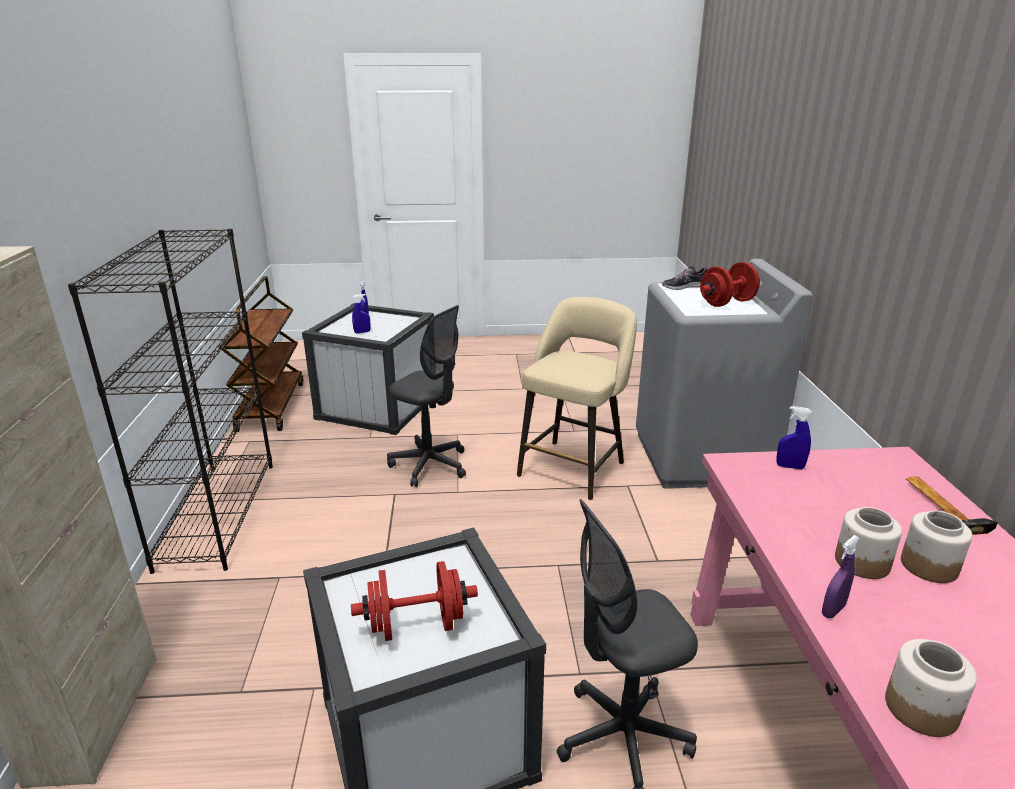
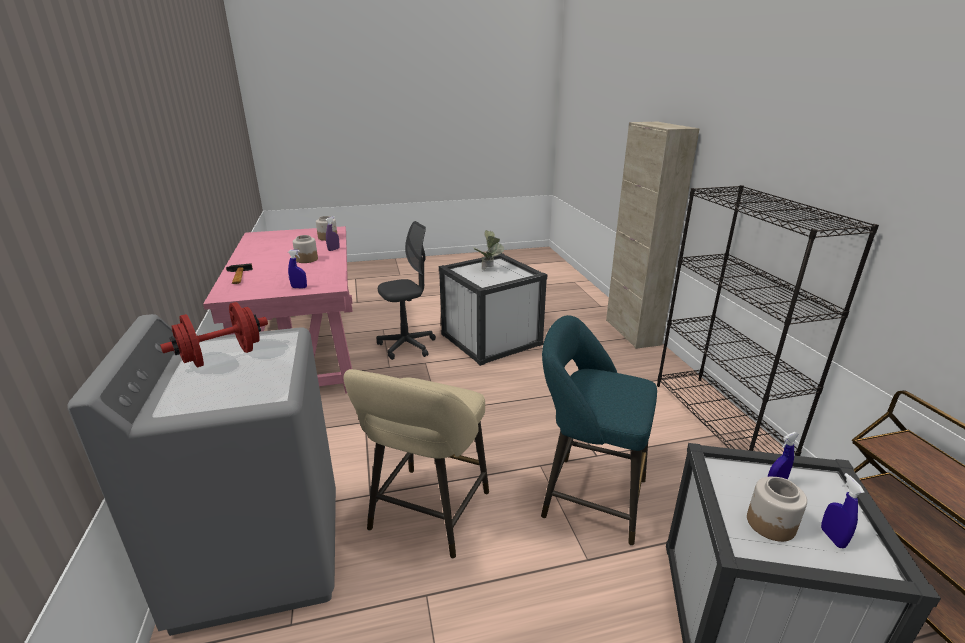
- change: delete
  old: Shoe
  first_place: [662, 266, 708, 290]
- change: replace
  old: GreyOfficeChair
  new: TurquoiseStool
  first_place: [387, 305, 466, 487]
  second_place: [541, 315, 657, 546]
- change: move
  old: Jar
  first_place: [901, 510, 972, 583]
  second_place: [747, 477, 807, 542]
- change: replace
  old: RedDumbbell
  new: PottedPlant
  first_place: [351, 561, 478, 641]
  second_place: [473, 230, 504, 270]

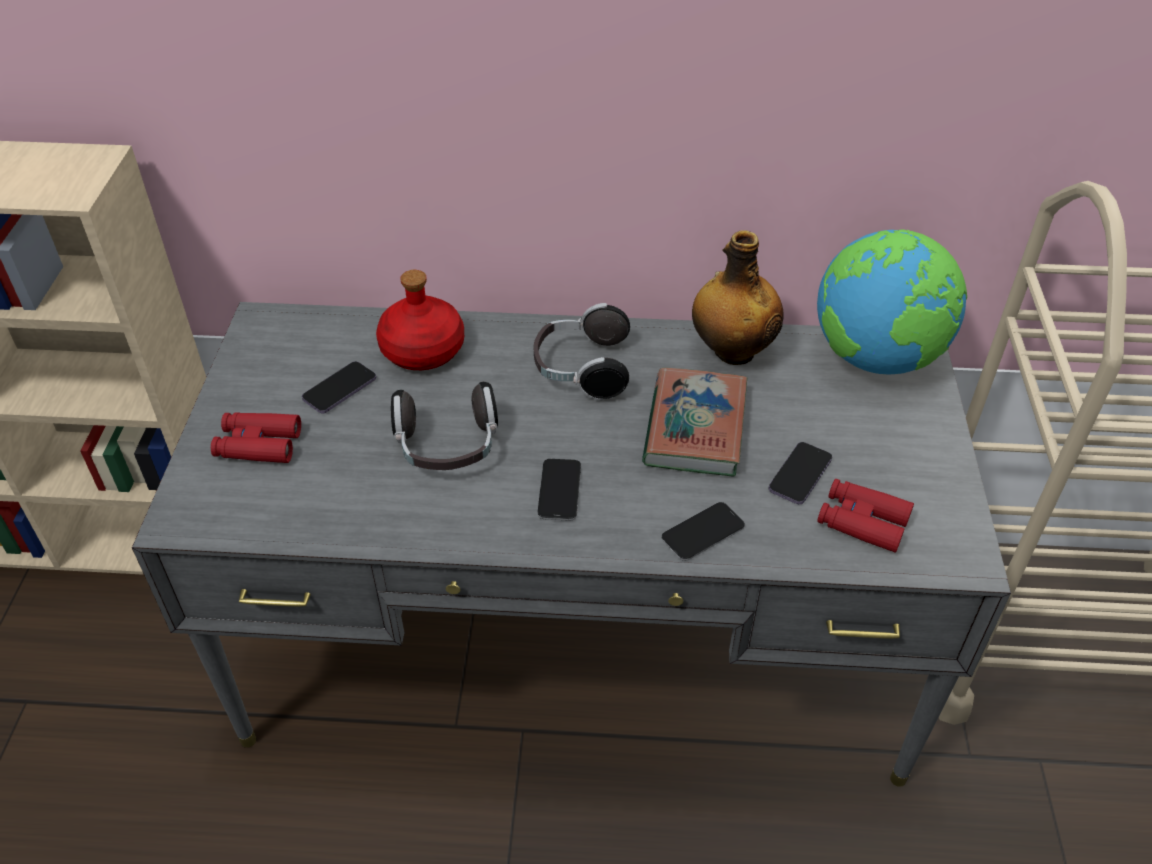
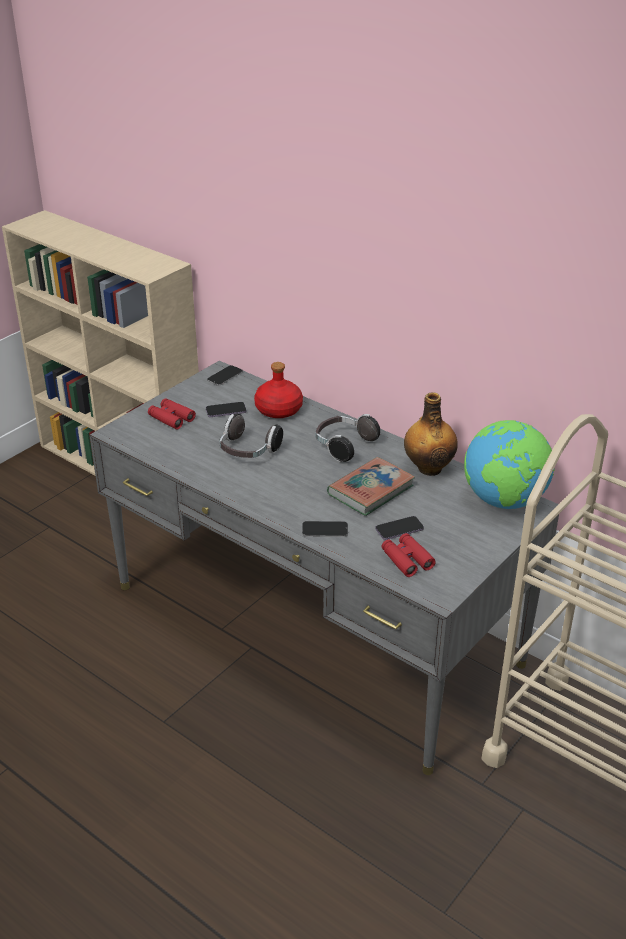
- change: move
  old: Phone
  first_place: [538, 459, 581, 521]
  second_place: [207, 365, 243, 386]

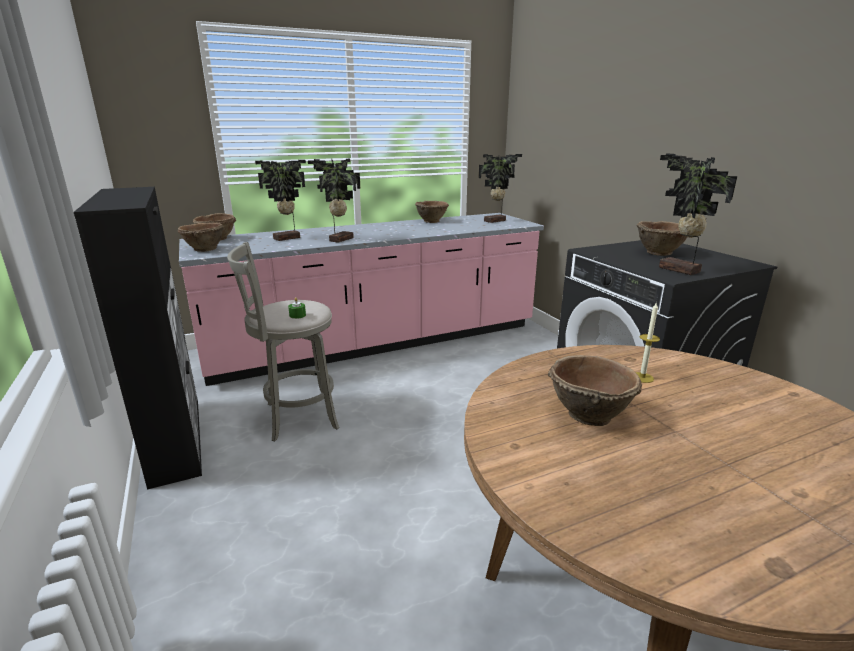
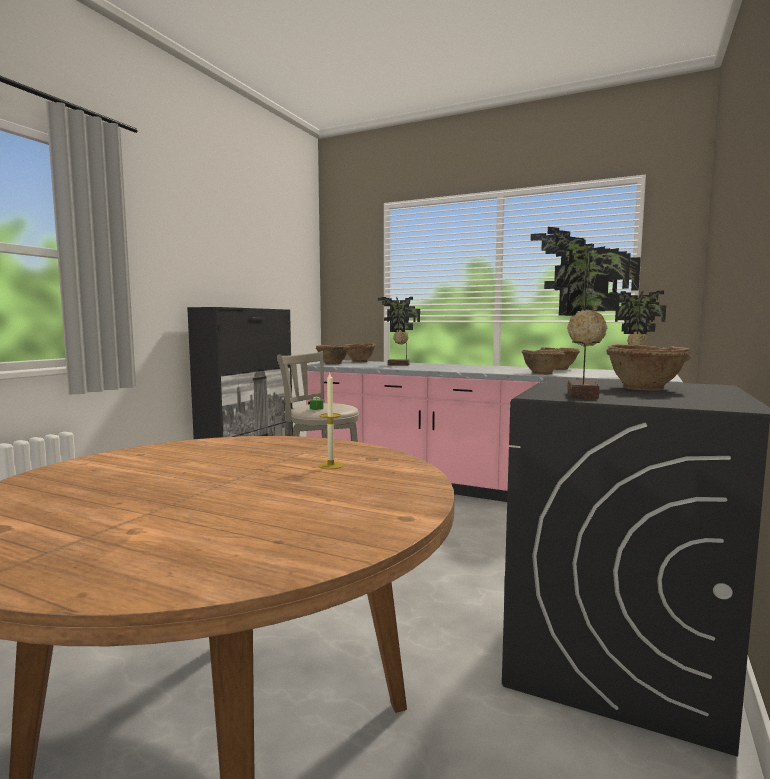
- change: delete
  old: PottedPlant
  first_place: [308, 158, 360, 243]
- change: move
  old: BrownBowl
  first_place: [548, 355, 642, 426]
  second_place: [522, 350, 565, 375]

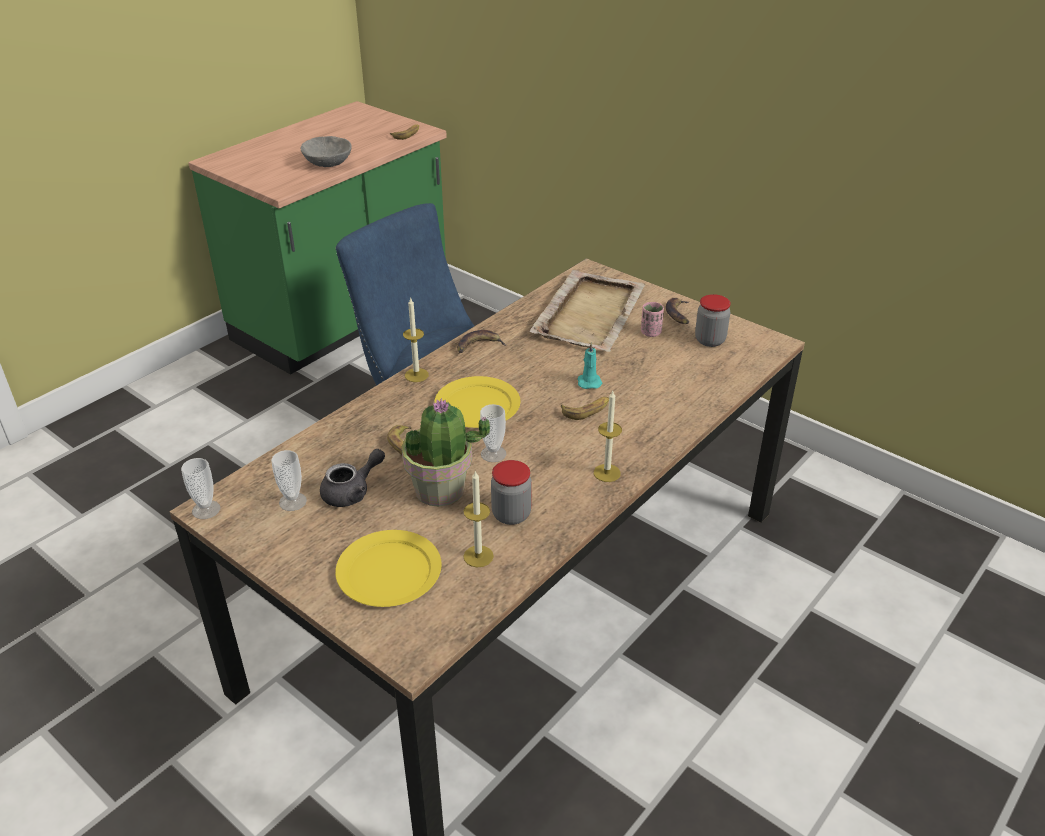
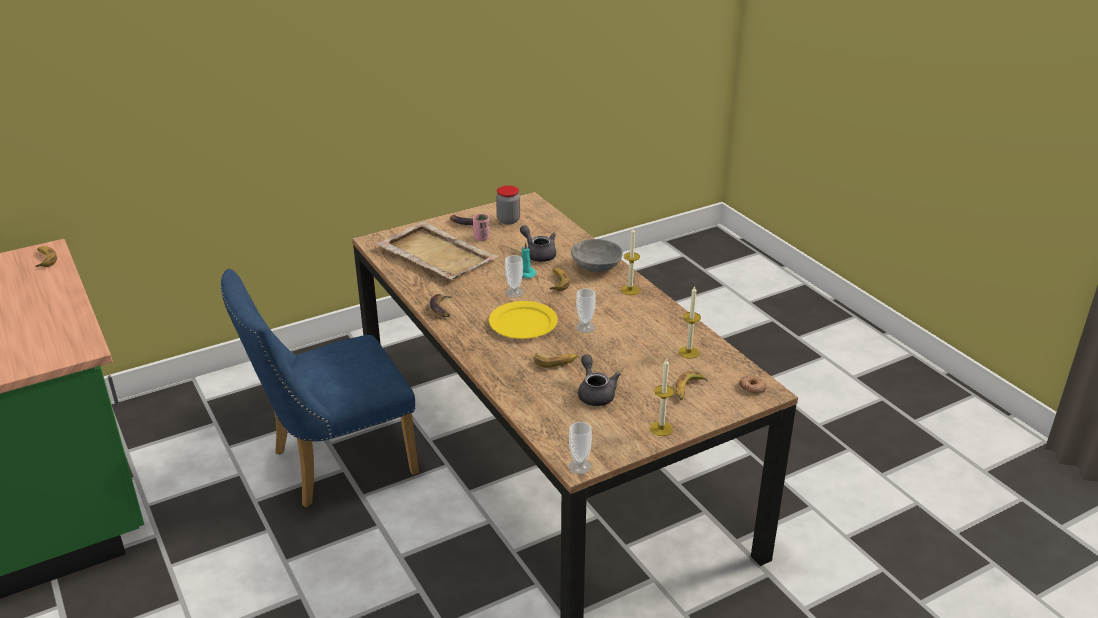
- change: move
  old: GreyBowl
  first_place: [300, 136, 352, 167]
  second_place: [571, 239, 623, 272]
- change: move
  old: Candle
  first_place: [403, 297, 429, 382]
  second_place: [650, 358, 674, 436]
- change: delete
  old: PottedPlant
  first_place: [401, 398, 490, 507]
- change: move
  old: Cup
  first_place: [271, 450, 307, 511]
  second_place: [505, 255, 524, 298]
- change: delete
  old: Jar
  first_place: [491, 460, 532, 525]
- change: replace
  old: YellowPlate
  new: Banana
  first_place: [335, 530, 442, 607]
  second_place: [676, 371, 708, 400]
- change: insert
  new: GreyTeapot
  second_place: [520, 225, 556, 262]
- change: insert
  new: Donut
  second_place: [739, 375, 767, 395]

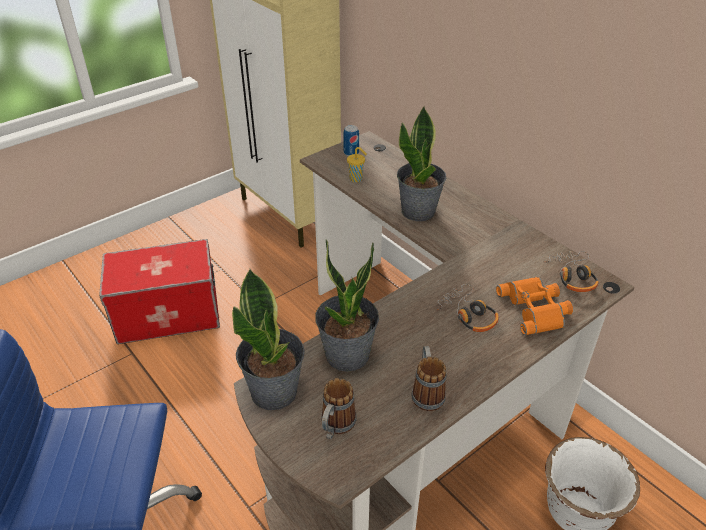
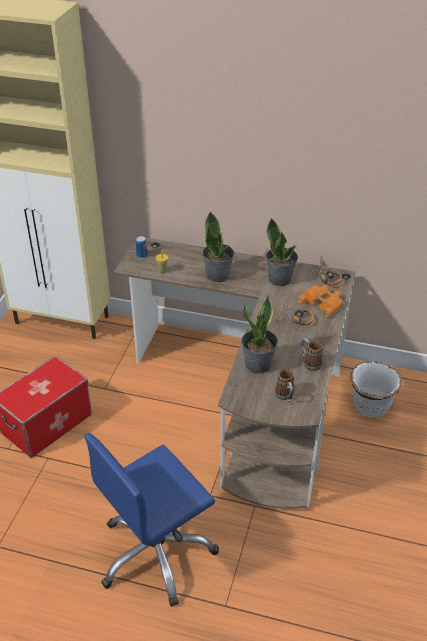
- change: move
  old: PottedPlant
  first_place: [232, 269, 305, 410]
  second_place: [266, 218, 298, 287]

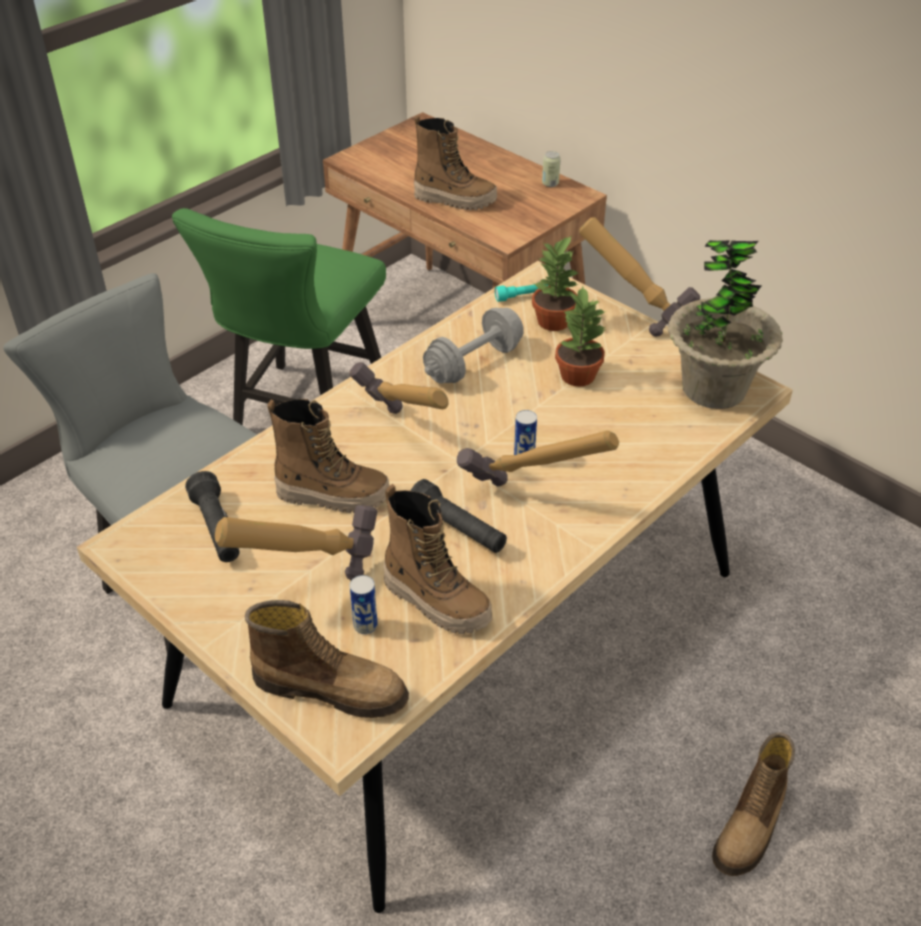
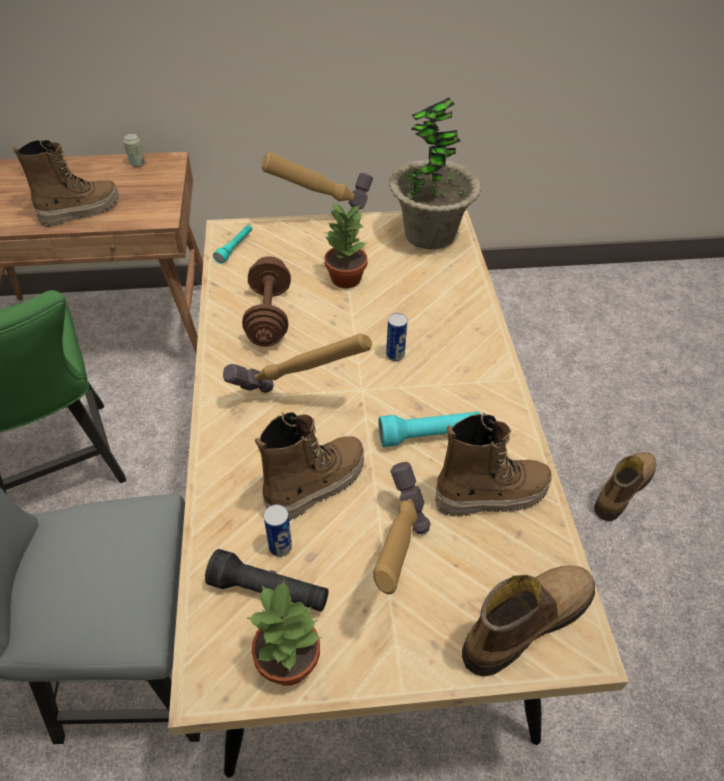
- change: move
  old: PottedPlant
  first_place: [532, 235, 578, 331]
  second_place: [246, 580, 322, 686]
- change: recolor
  old: GreyDumbbell
  new: BrownDumbbell
  first_place: [423, 308, 524, 384]
  second_place: [242, 256, 291, 347]
- change: delete
  old: Hammer
  first_place: [457, 431, 619, 486]
- change: recolor
  old: BlackFlashlight
  new: TurquoiseFlashlight
  first_place: [410, 479, 507, 553]
  second_place: [378, 411, 481, 447]
- change: move
  old: Can
  first_place: [350, 575, 378, 634]
  second_place: [264, 504, 292, 557]
- change: rotate
  old: Boot
  first_place: [712, 732, 795, 876]
  second_place: [594, 452, 657, 521]
  degrees: -120

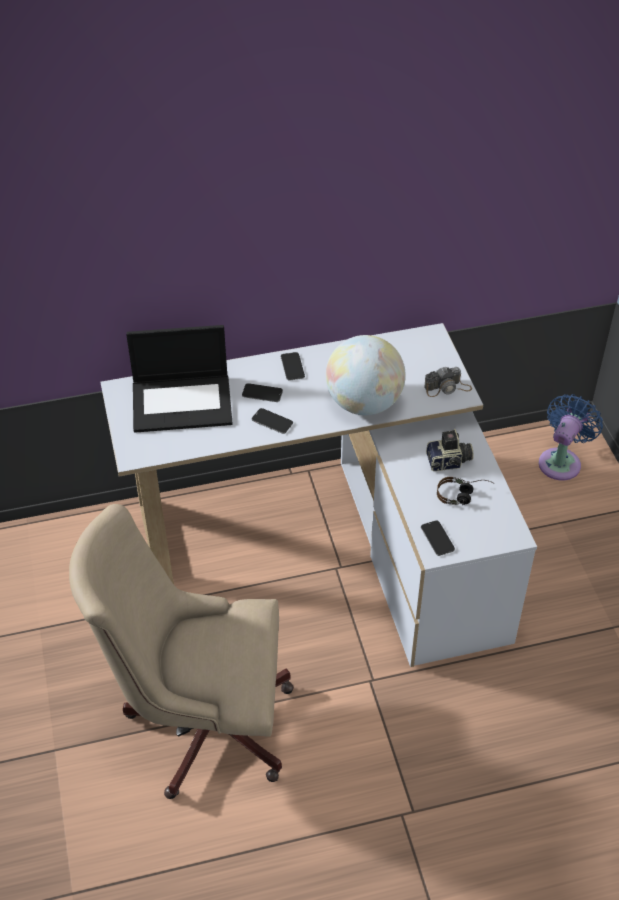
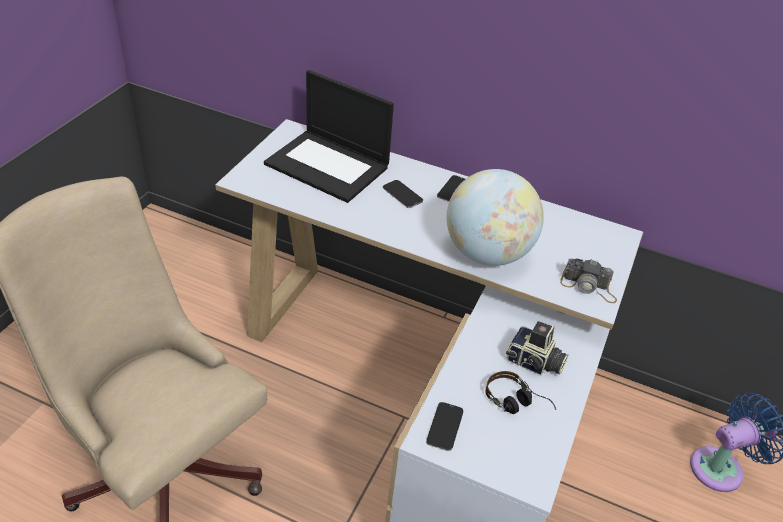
- change: delete
  old: Phone
  first_place: [252, 408, 293, 434]

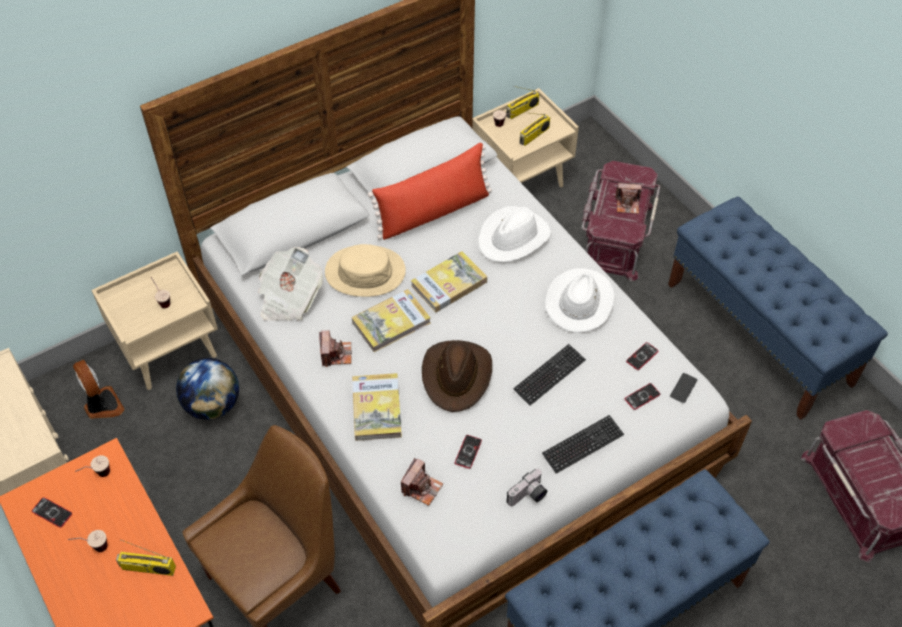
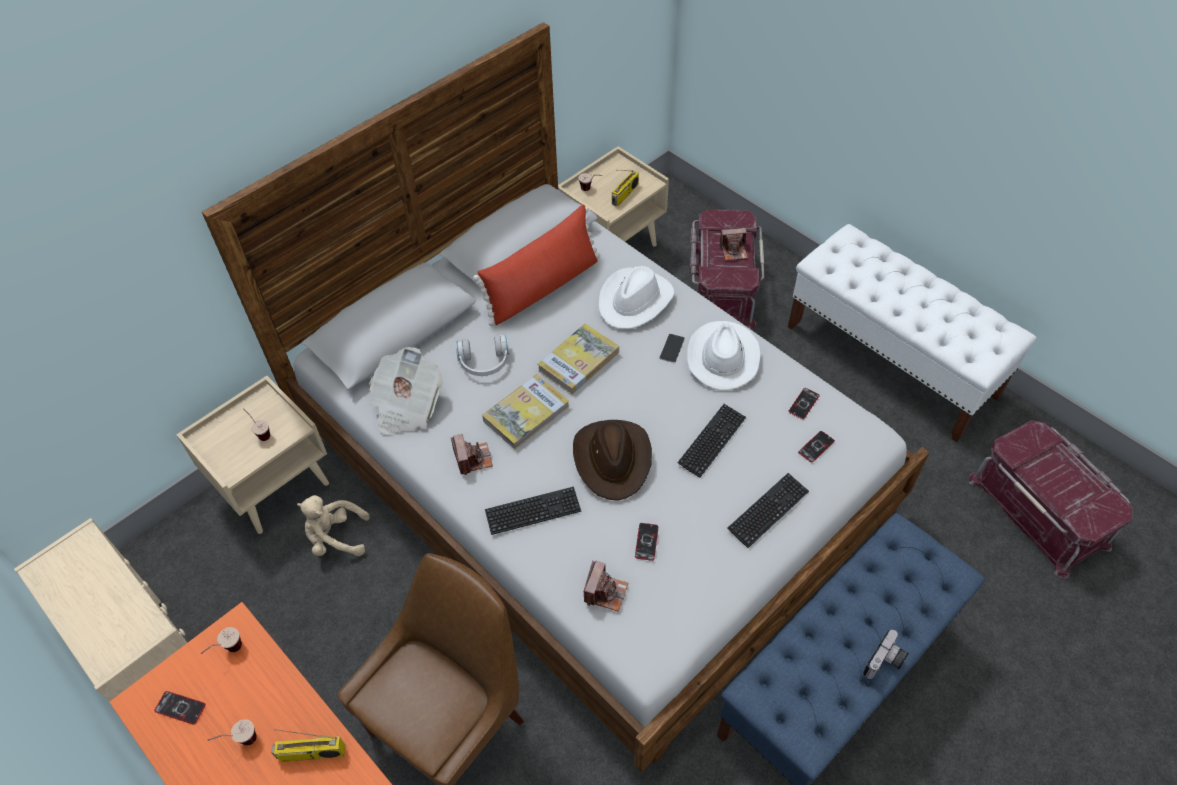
- change: delete
  old: Radio
  first_place: [506, 86, 539, 119]
- change: recolor
  old: BlueBench
  new: WhiteBench
  first_place: [668, 196, 888, 420]
  second_place: [788, 224, 1037, 442]
- change: replace
  old: BeigeHat
  new: WhiteHeadphones
  first_place: [325, 244, 406, 297]
  second_place: [455, 335, 509, 376]
- change: replace
  old: Globe
  new: BeigePlushToy
  first_place: [176, 358, 239, 420]
  second_place: [297, 495, 370, 556]
- change: delete
  old: Fan
  first_place: [73, 359, 125, 419]
- change: replace
  old: Book
  new: Keyboard
  first_place: [352, 373, 402, 441]
  second_place: [485, 487, 581, 535]
- change: move
  old: Phone
  first_place: [670, 373, 698, 404]
  second_place: [659, 334, 685, 363]
- change: move
  old: PhotoCamera
  first_place: [507, 469, 547, 506]
  second_place: [863, 630, 908, 679]

